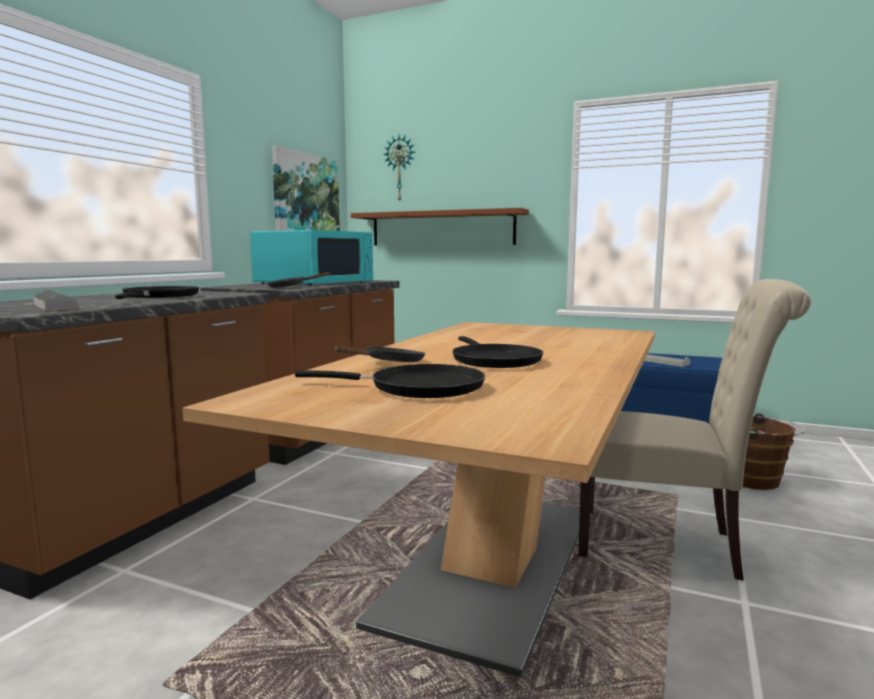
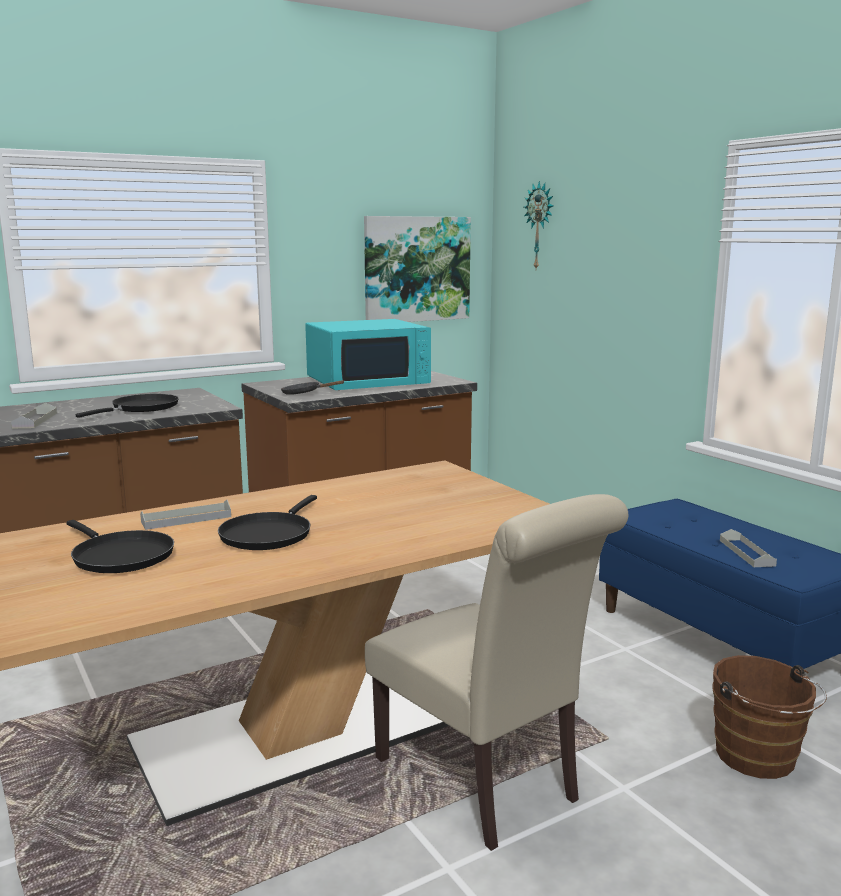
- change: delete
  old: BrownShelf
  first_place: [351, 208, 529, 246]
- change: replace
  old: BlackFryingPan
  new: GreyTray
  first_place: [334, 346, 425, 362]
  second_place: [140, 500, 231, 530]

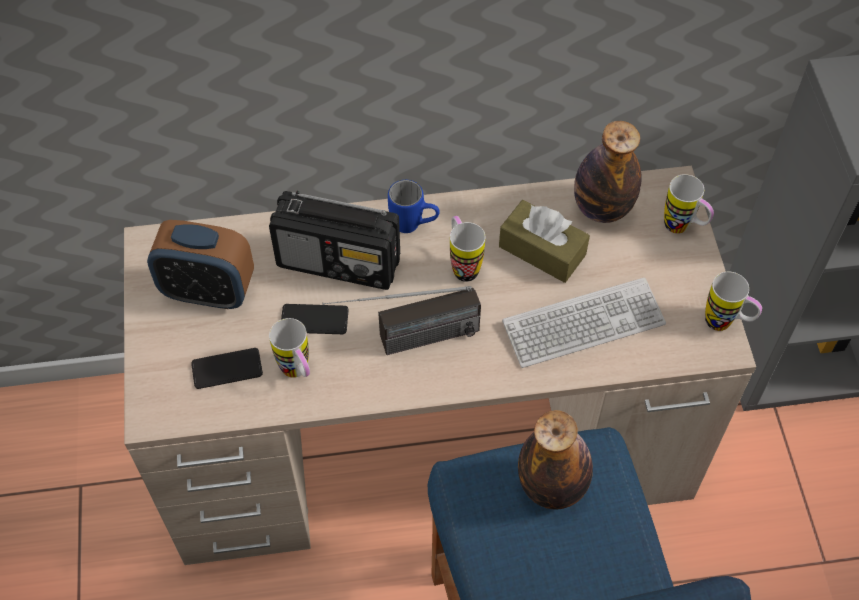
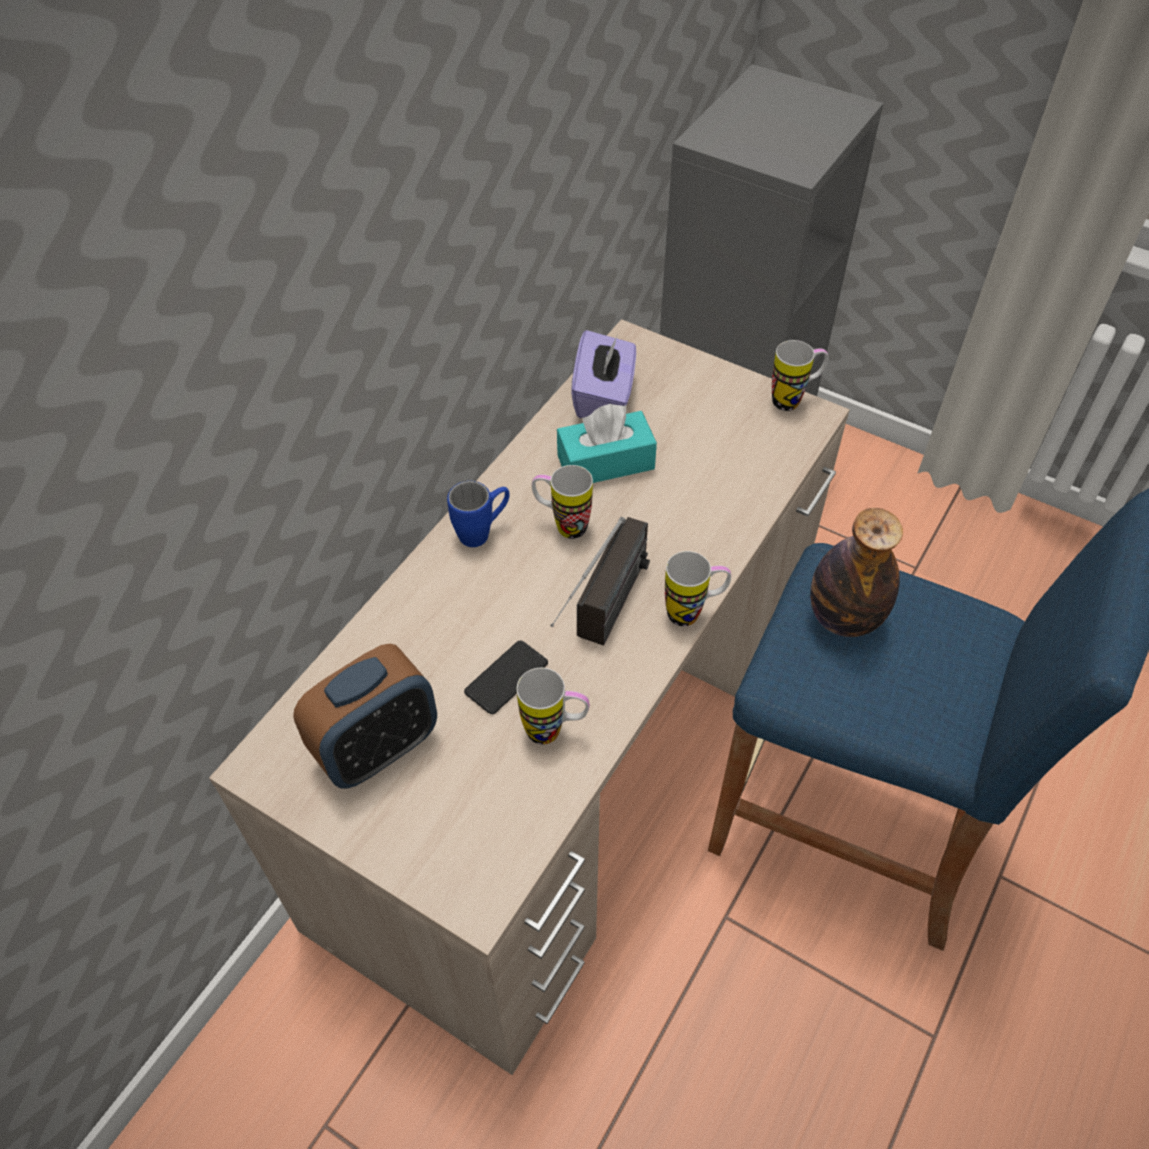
- change: replace
  old: Bottle
  new: PurpleTissueBox
  first_place: [574, 121, 642, 223]
  second_place: [571, 330, 636, 418]
- change: move
  old: Mug
  first_place: [664, 174, 714, 234]
  second_place: [665, 551, 731, 626]
- change: delete
  old: Radio
  first_place: [269, 191, 400, 290]
- change: recolor
  old: BrownTissueBox
  new: TurquoiseTissueBox
  first_place: [499, 200, 590, 283]
  second_place: [557, 404, 657, 483]
- change: delete
  old: Keyboard
  first_place: [502, 277, 666, 368]
- change: delete
  old: Phone
  first_place: [191, 348, 263, 389]

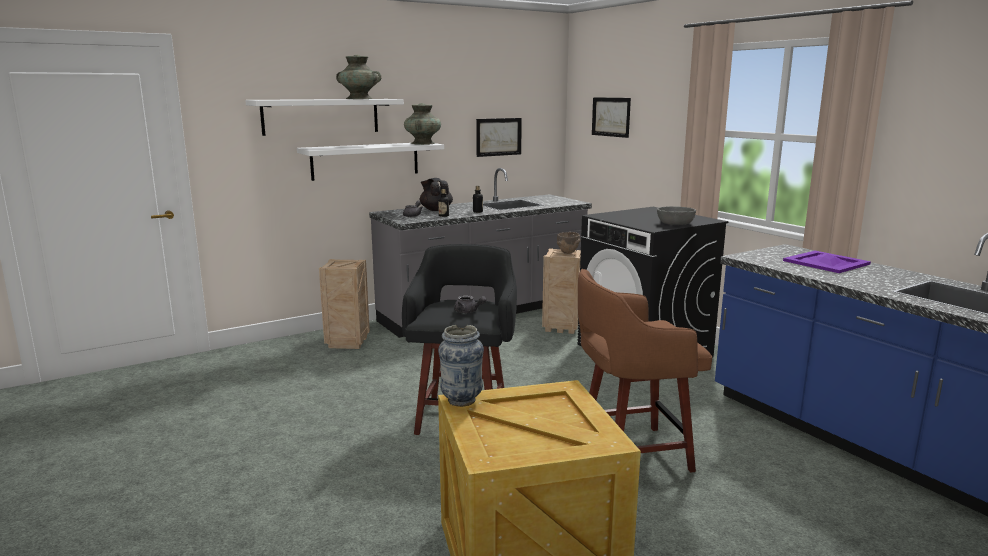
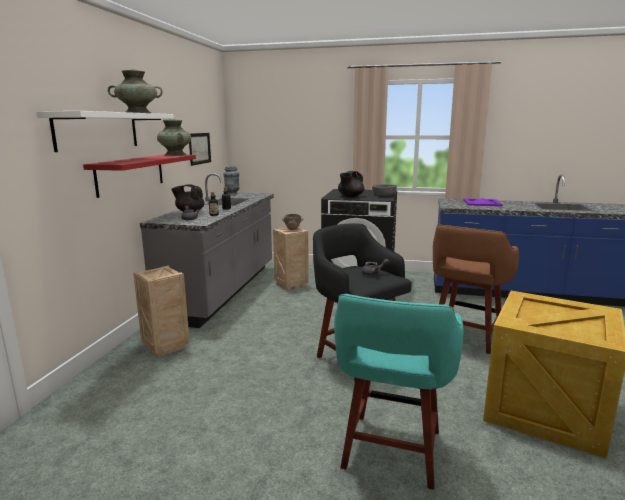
- change: delete
  old: Picture
  first_place: [592, 97, 631, 138]
- change: recolor
  old: WhiteShelf
  new: RedShelf
  first_place: [297, 143, 444, 181]
  second_place: [83, 155, 196, 198]
- change: move
  old: Vase
  first_place: [438, 325, 484, 407]
  second_place: [223, 166, 240, 194]
- change: insert
  new: BlackTeapot
  second_place: [338, 171, 364, 197]
- change: insert
  new: TurquoiseStool
  second_place: [334, 294, 464, 490]

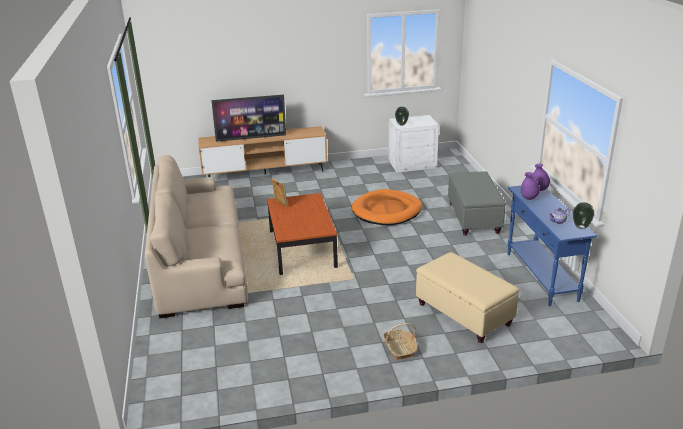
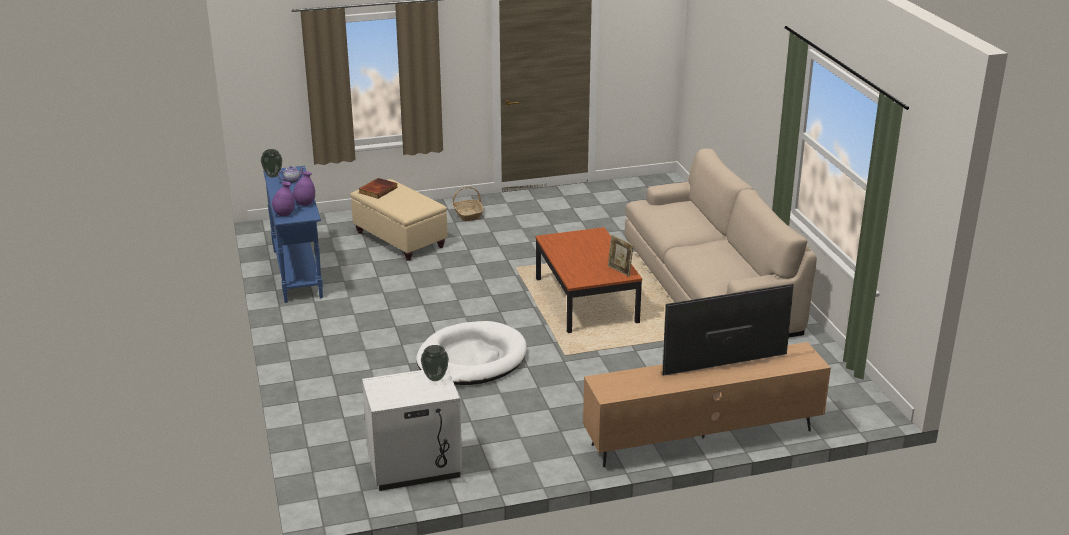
- change: delete
  old: GreyOttoman
  first_place: [448, 171, 506, 235]
- change: recolor
  old: OrangeDogBed
  new: WhiteDogBed
  first_place: [352, 189, 422, 225]
  second_place: [416, 321, 527, 385]
- change: insert
  new: Book
  second_place: [359, 178, 397, 199]

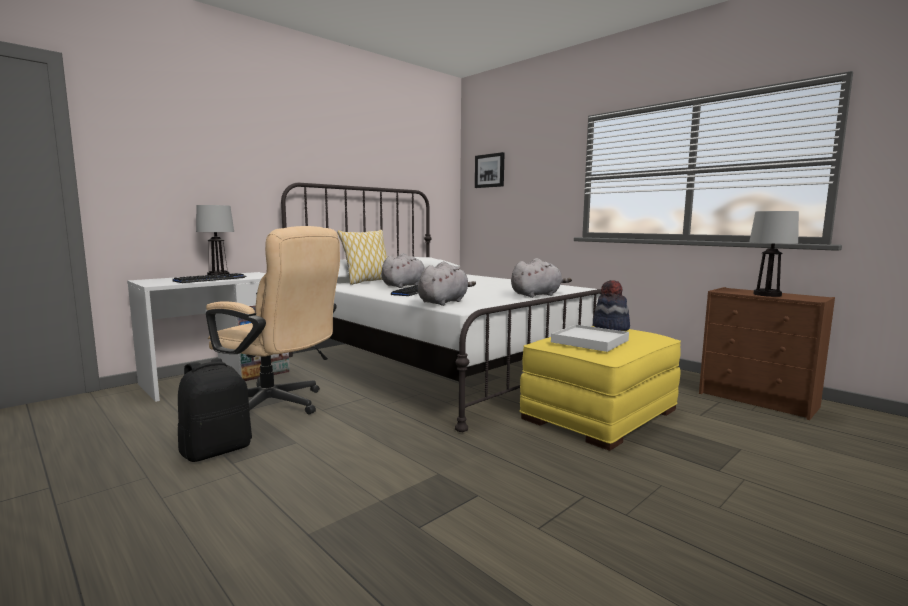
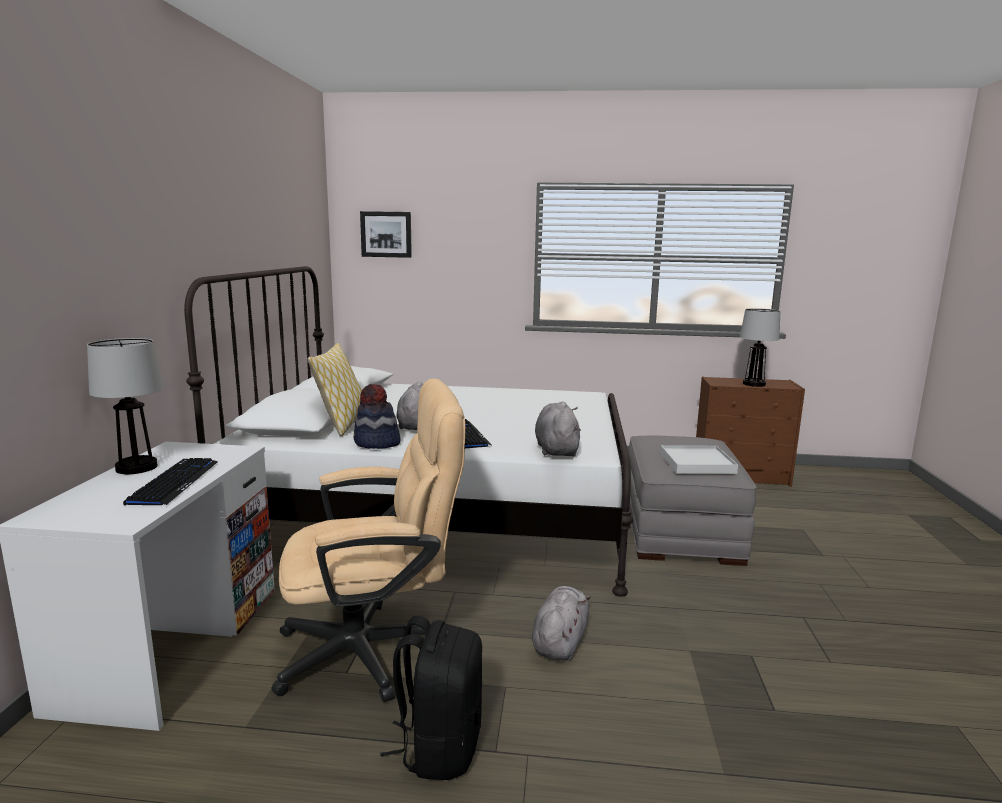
- change: move
  old: GreyPlushToy
  first_place: [511, 258, 572, 298]
  second_place: [532, 586, 591, 660]
- change: move
  old: Hat
  first_place: [593, 280, 630, 331]
  second_place: [353, 384, 401, 449]
- change: recolor
  old: YellowOttoman
  new: GreyOttoman
  first_place: [519, 326, 681, 451]
  second_place: [629, 435, 757, 566]

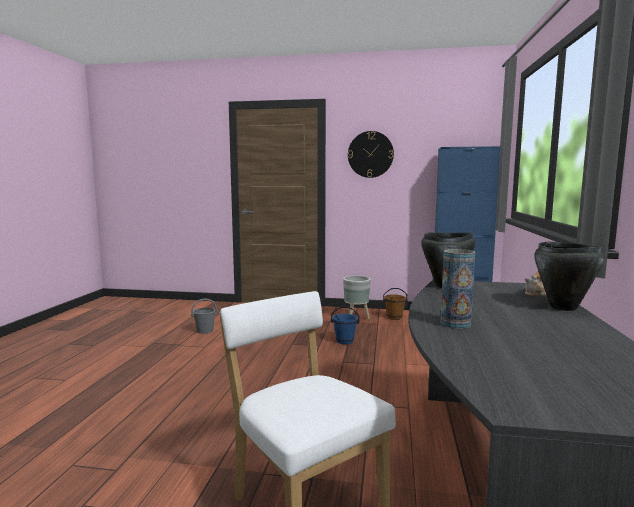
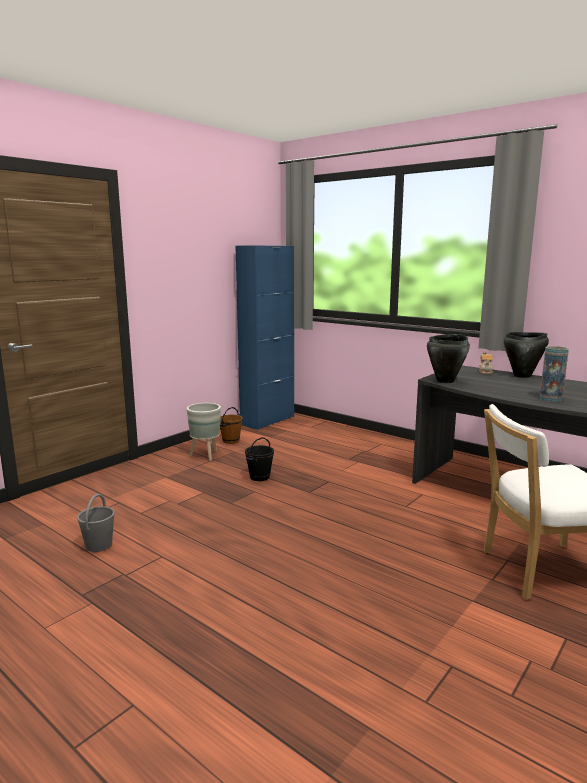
- change: delete
  old: WallClock
  first_place: [348, 131, 394, 178]
- change: recolor
  old: BlueBucket
  new: BlackBucket
  first_place: [331, 307, 360, 344]
  second_place: [245, 437, 274, 481]

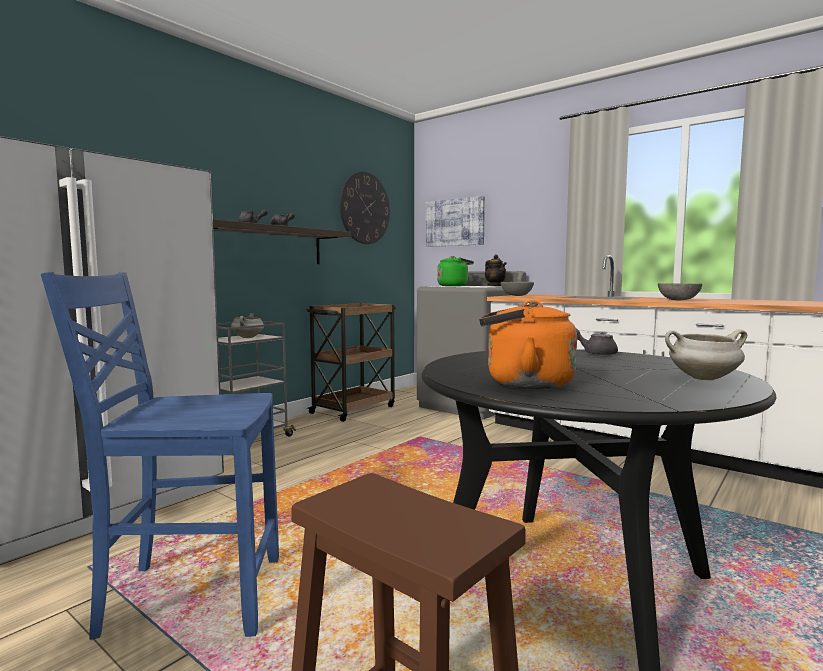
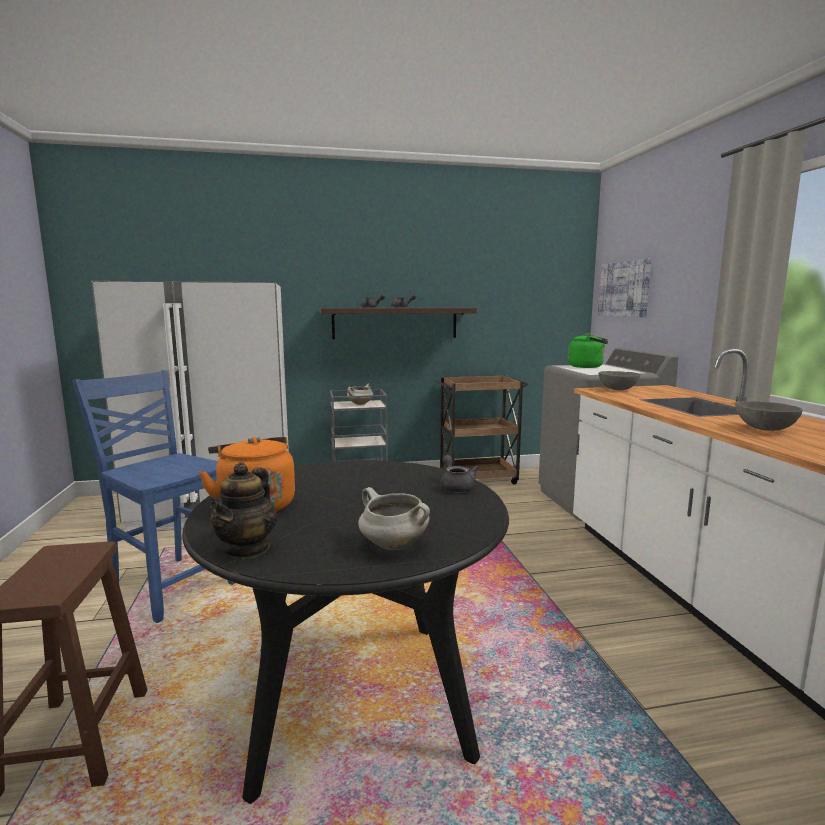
- change: delete
  old: WallClock
  first_place: [339, 171, 390, 244]
- change: move
  old: Teapot
  first_place: [485, 254, 507, 286]
  second_place: [210, 462, 277, 559]

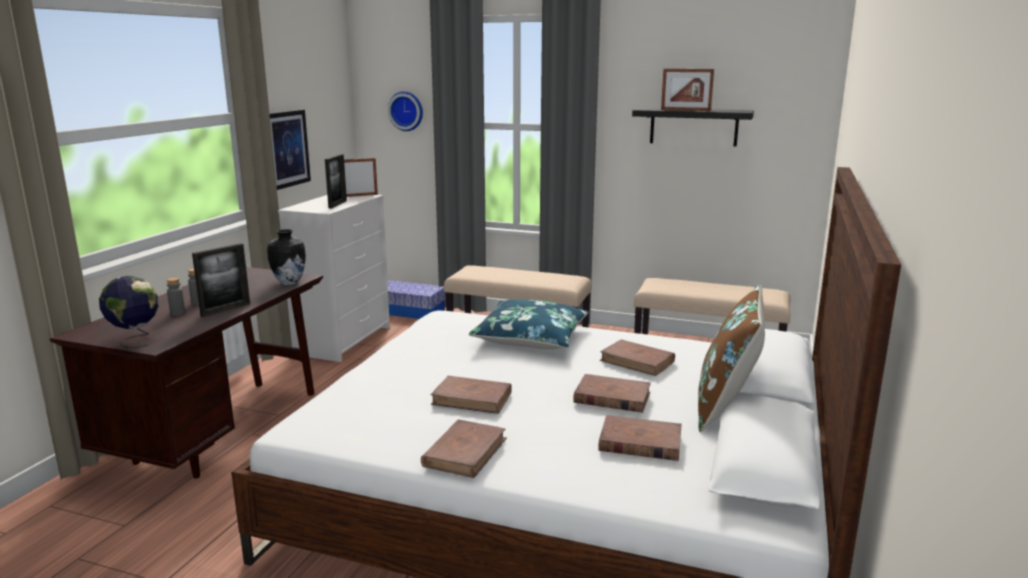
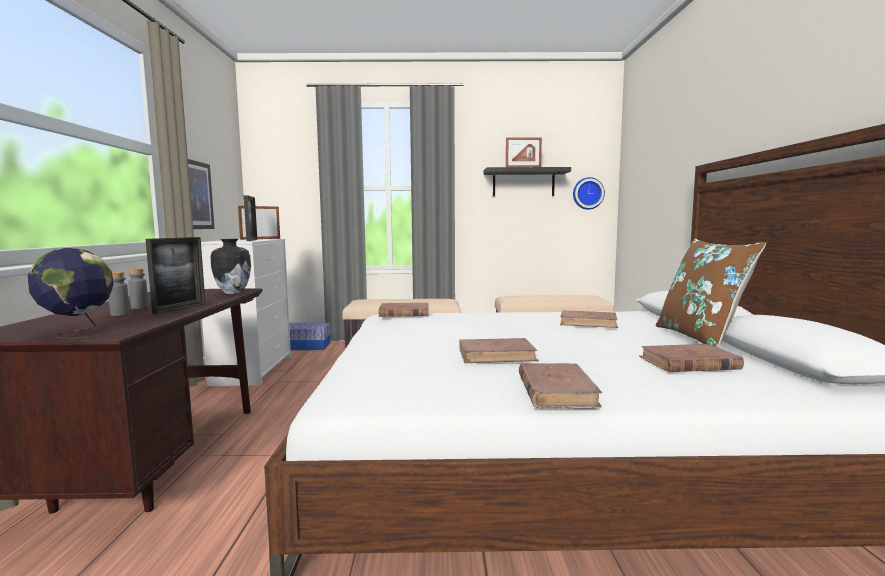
- change: move
  old: WallClock
  first_place: [388, 91, 423, 131]
  second_place: [573, 177, 605, 210]
- change: delete
  old: BluePillow
  first_place: [469, 299, 588, 349]
- change: move
  old: BrownBook
  first_place: [573, 374, 651, 413]
  second_place: [379, 303, 429, 317]

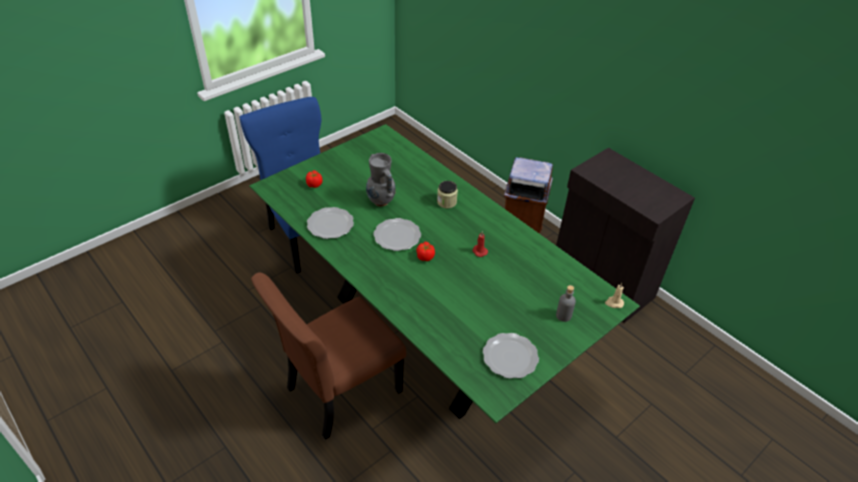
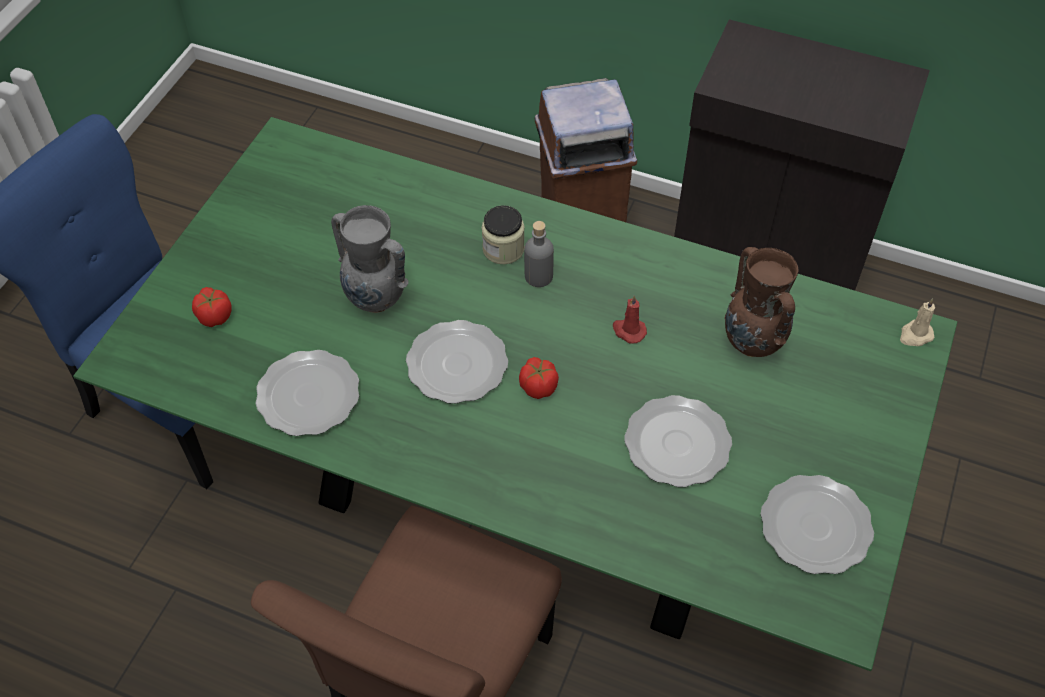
- change: move
  old: GreyBottle
  first_place: [556, 285, 576, 322]
  second_place: [524, 221, 554, 287]
- change: insert
  new: BrownVase
  second_place: [724, 247, 798, 357]
- change: insert
  new: Plate
  second_place: [624, 395, 732, 487]

